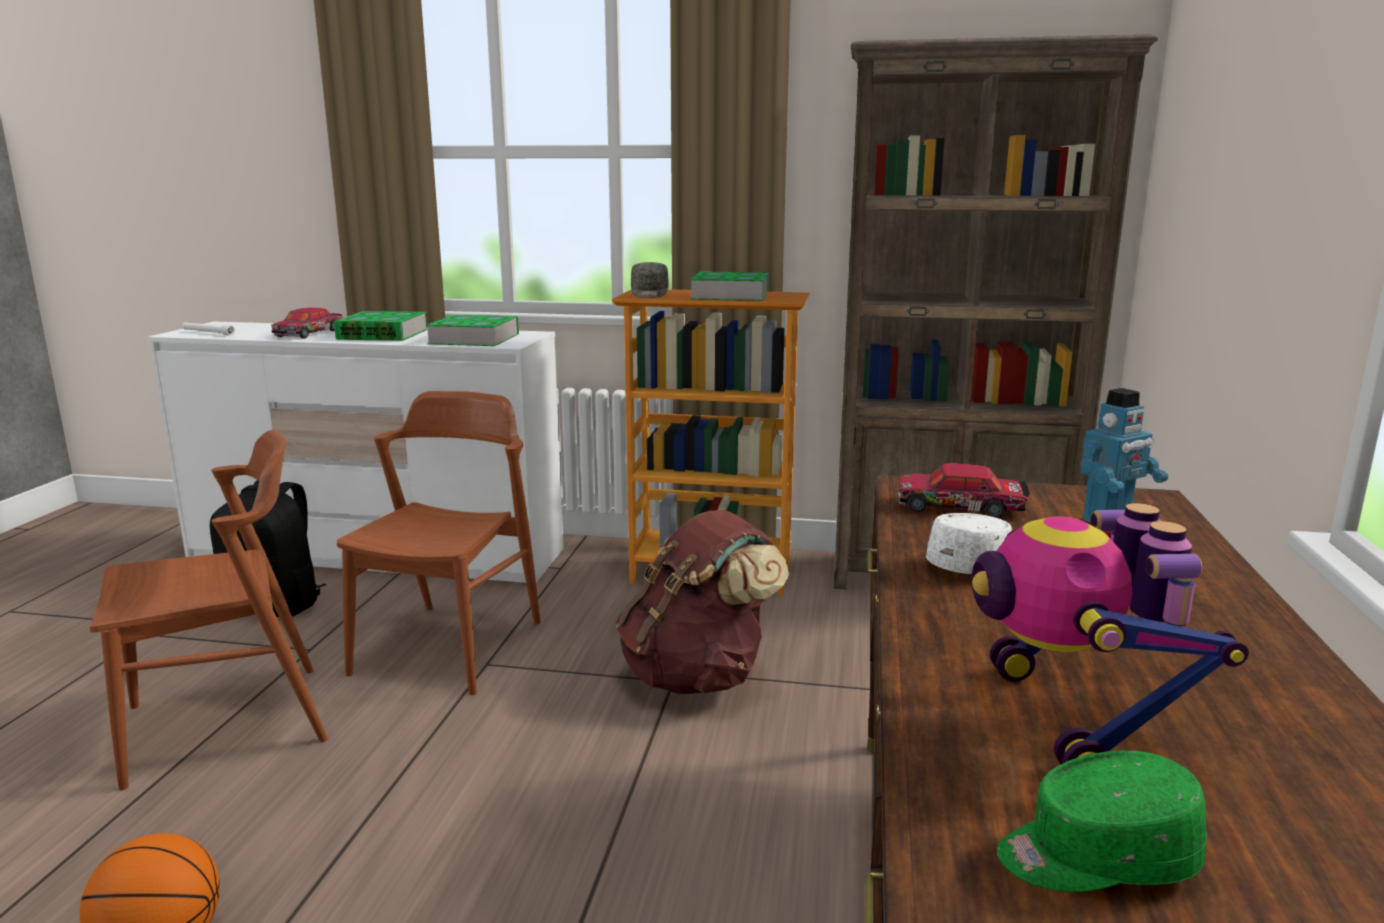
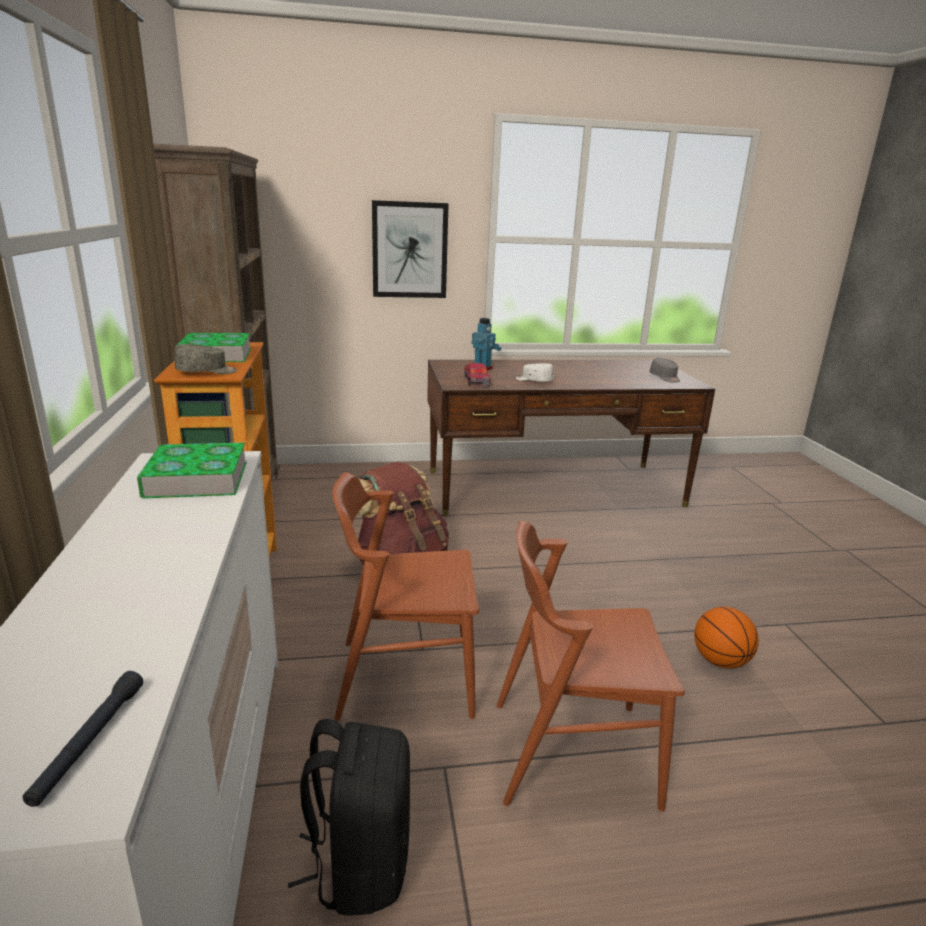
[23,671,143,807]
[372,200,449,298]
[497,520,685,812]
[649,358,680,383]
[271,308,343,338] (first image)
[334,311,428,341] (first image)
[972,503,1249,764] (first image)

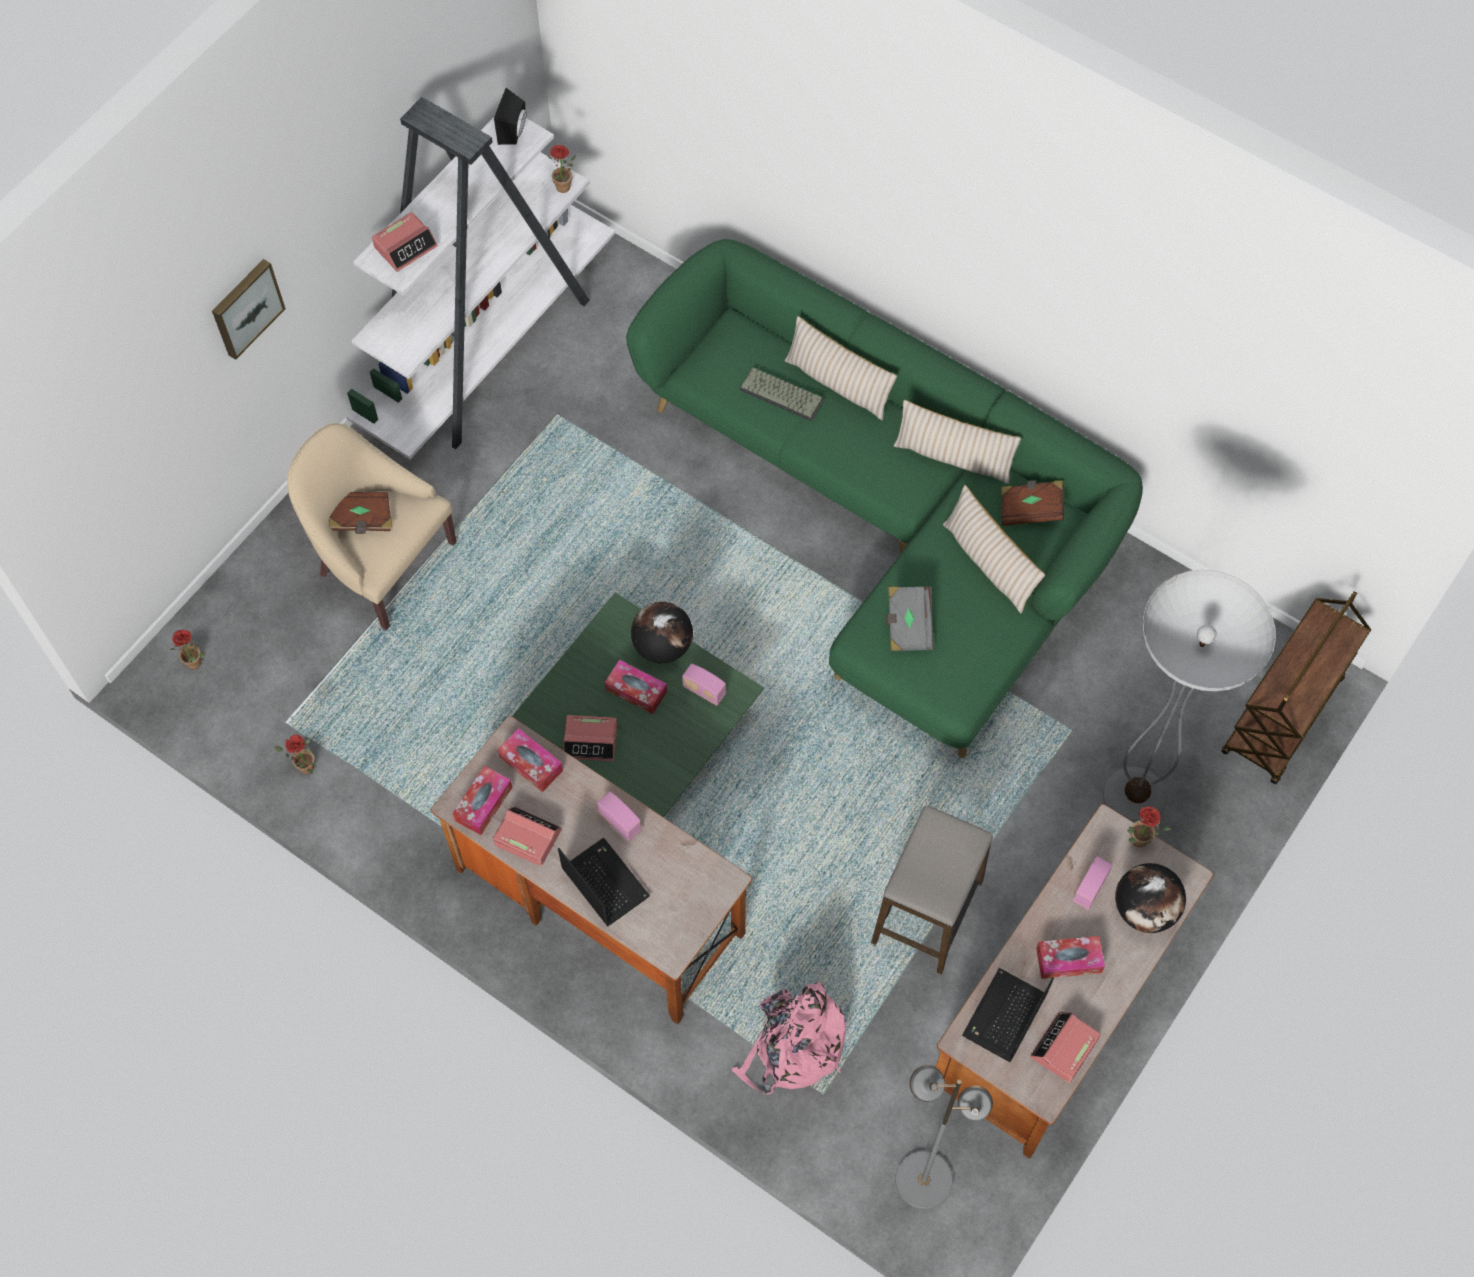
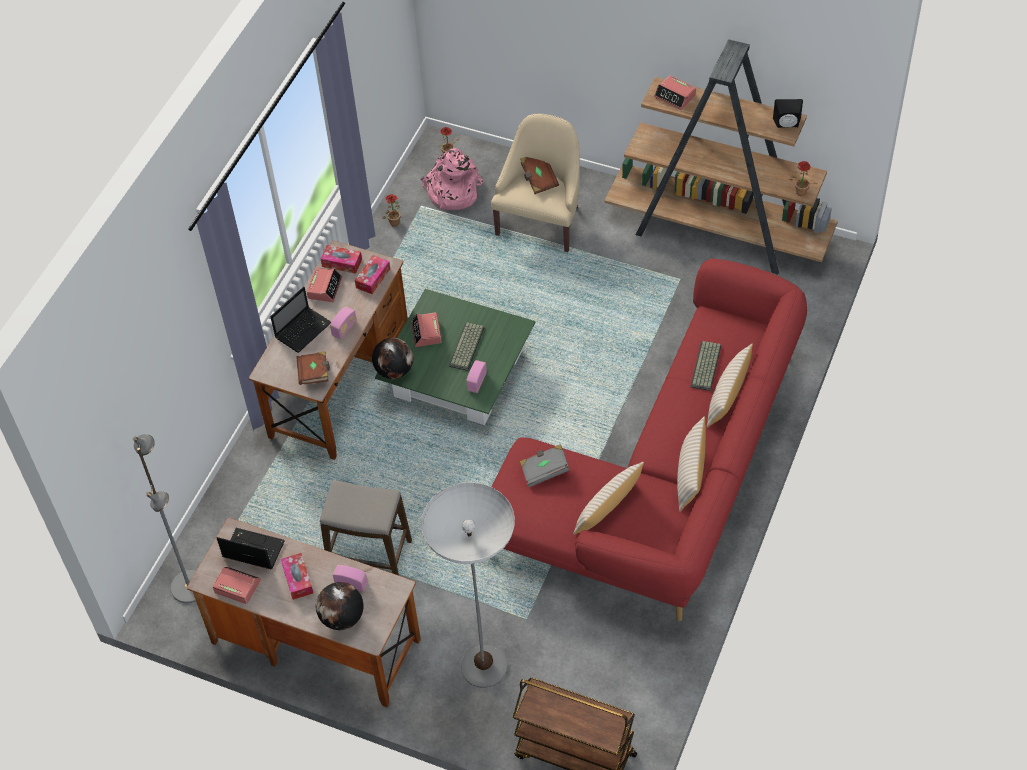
[296,351,330,385]
[372,338,413,379]
[421,148,483,210]
[449,323,485,371]
[491,258,807,621]
[604,39,838,275]
[212,259,286,360] (first image)
[1127,806,1171,847] (first image)

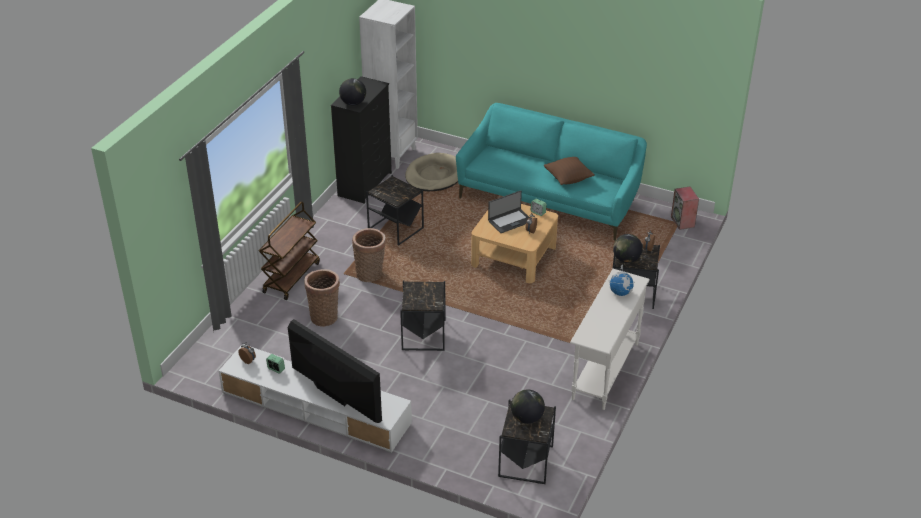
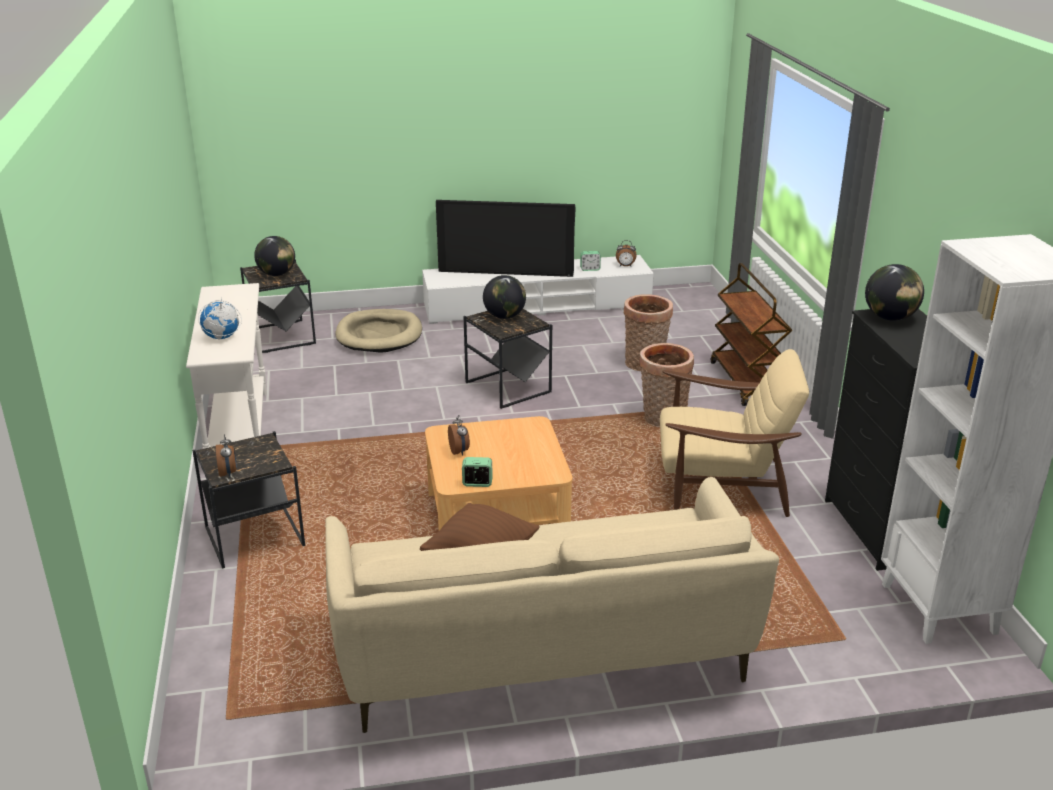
[325,477,779,733]
[335,309,422,353]
[483,275,526,319]
[660,349,809,517]
[488,190,530,233] (first image)
[671,186,699,230] (first image)

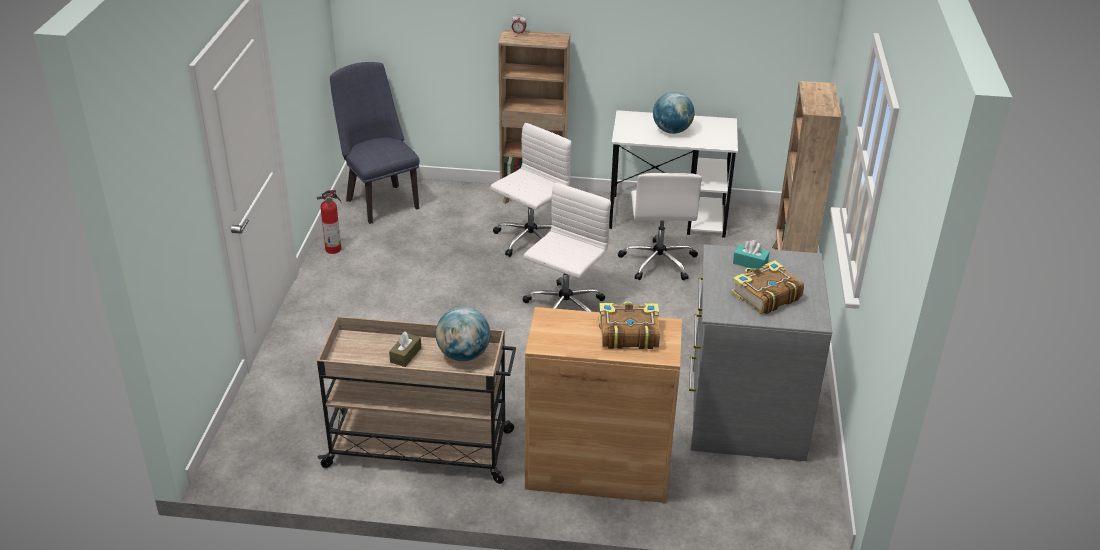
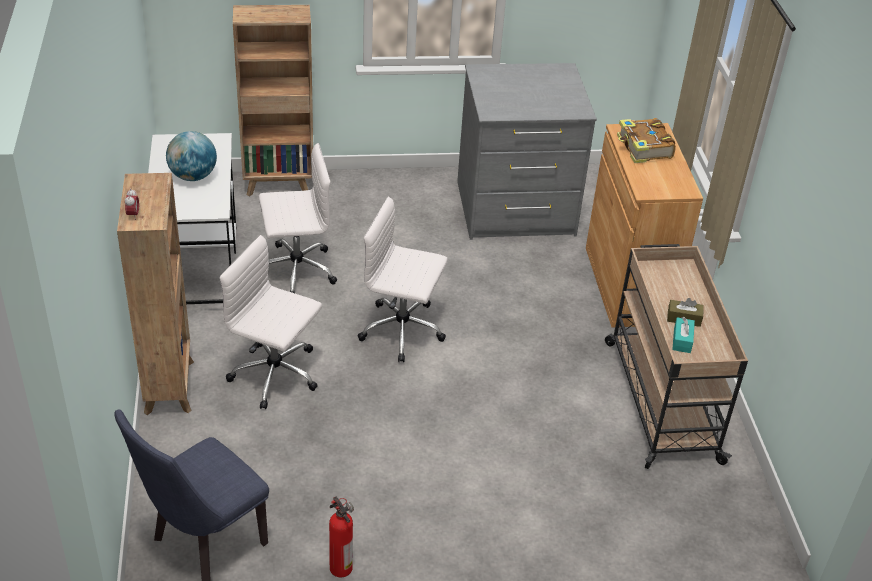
[672,317,695,353]
[436,307,490,361] (first image)
[731,260,804,314] (first image)

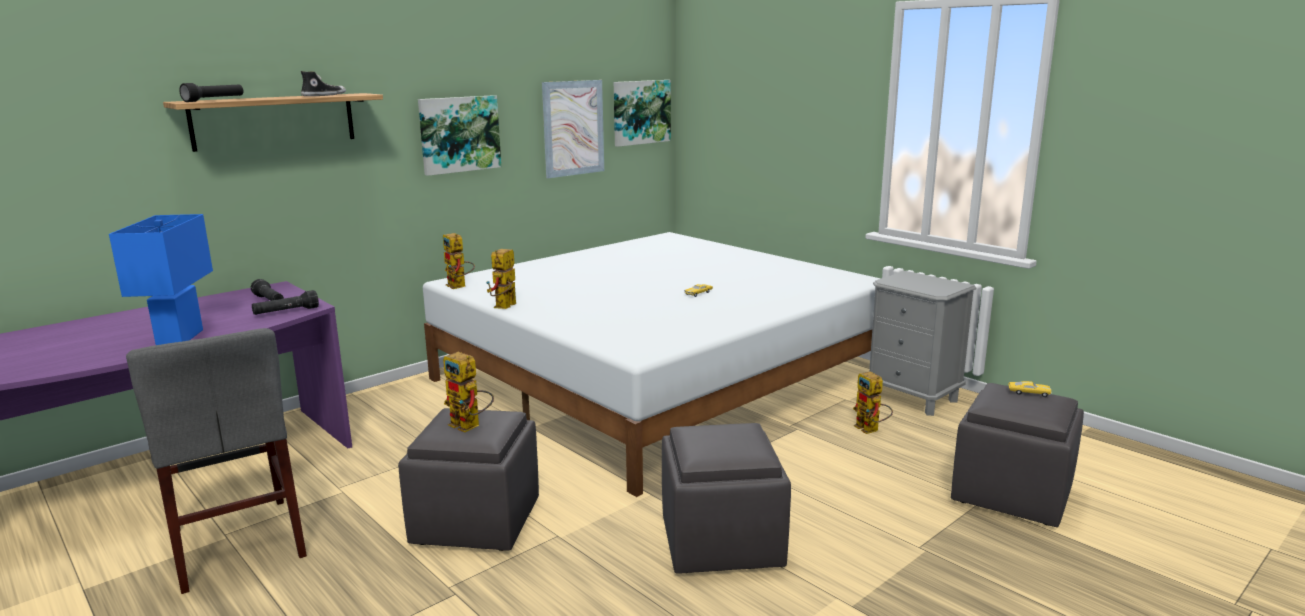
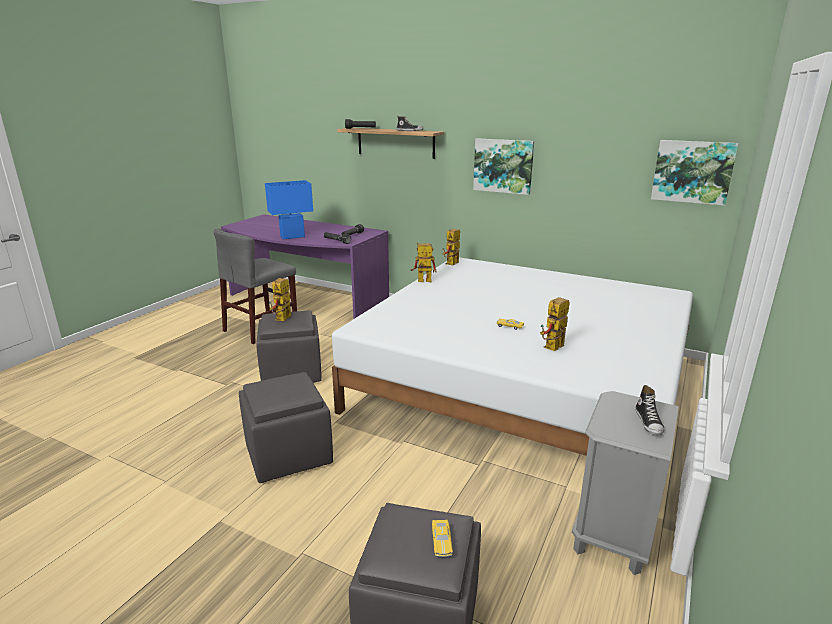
[540,297,570,351]
[635,385,664,435]
[542,80,604,178] (first image)

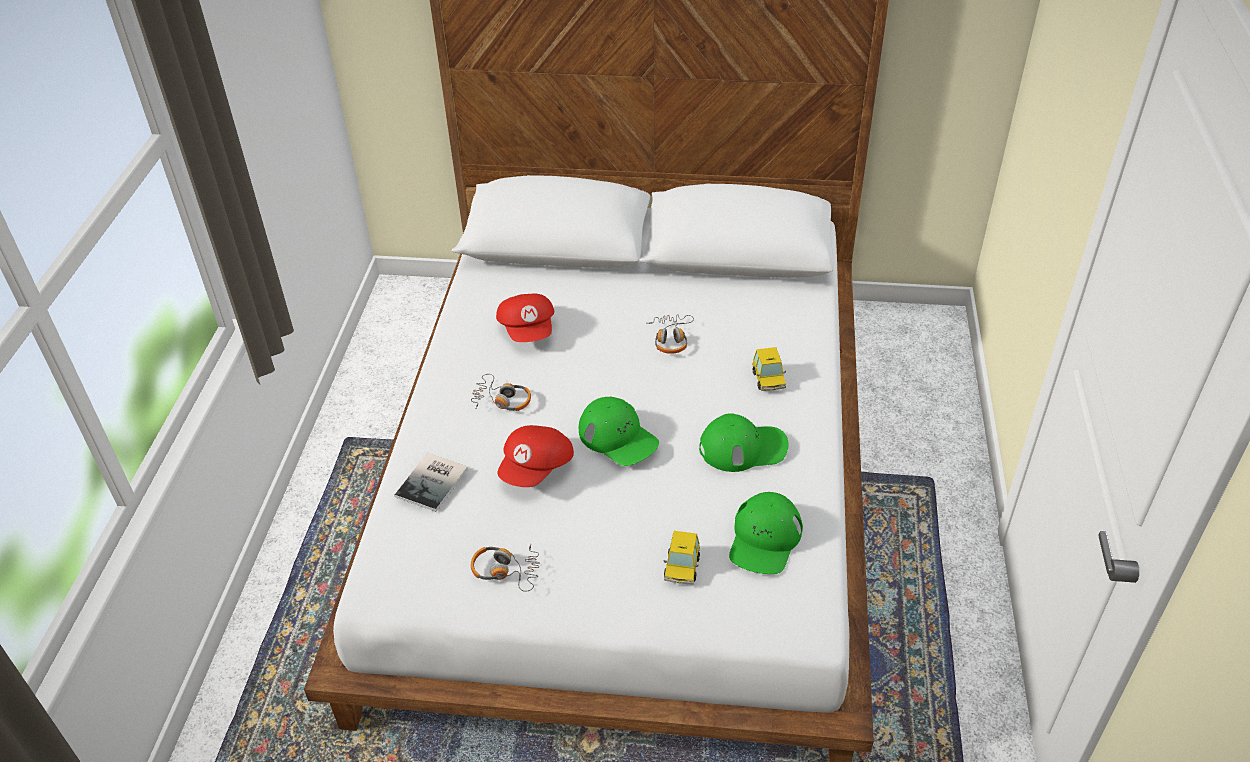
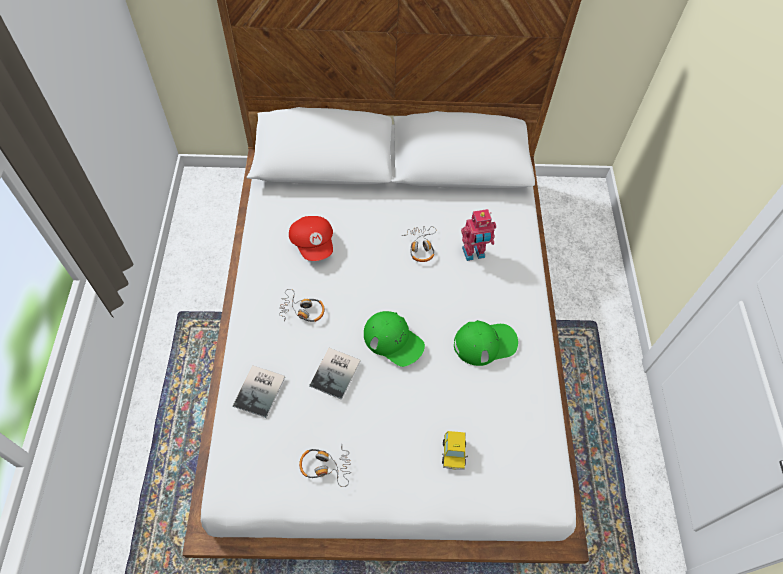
[309,348,360,400]
[461,209,496,261]
[729,492,803,574] (first image)
[752,347,786,391] (first image)

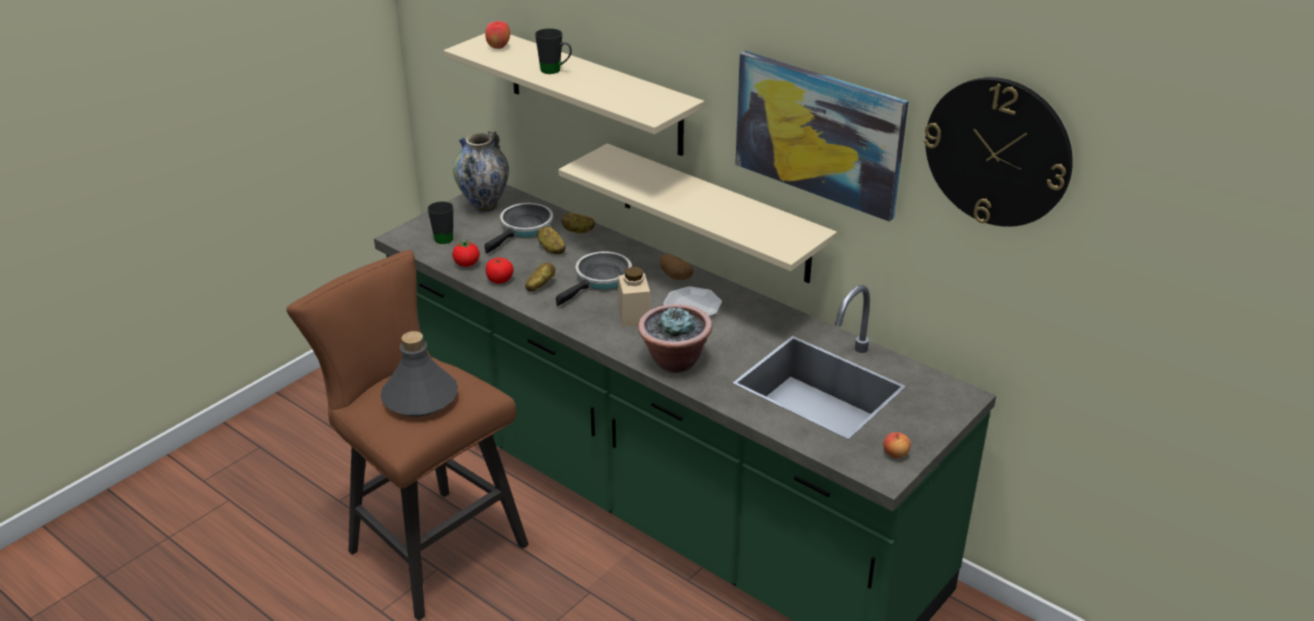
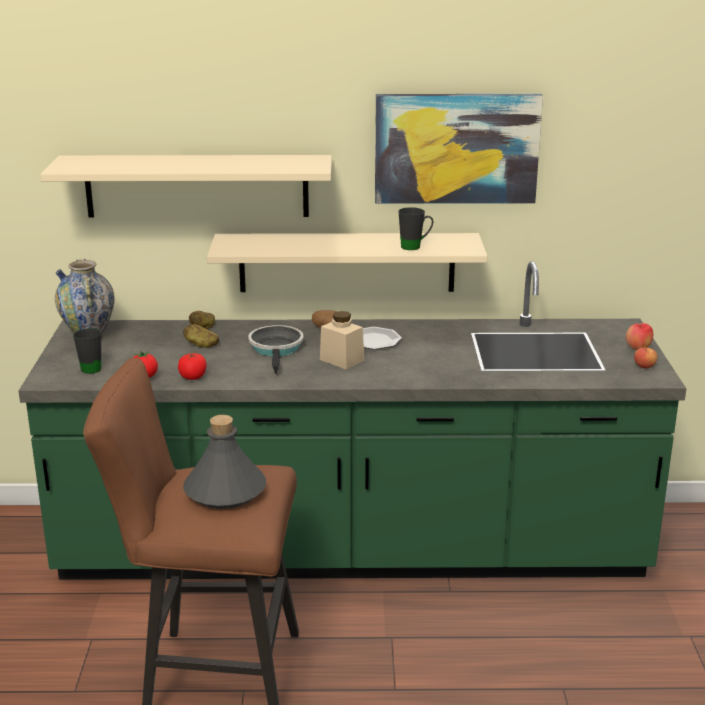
[399,207,433,250]
[626,323,653,351]
[484,203,553,254] (first image)
[525,263,555,292] (first image)
[638,304,712,373] (first image)
[924,77,1073,227] (first image)

